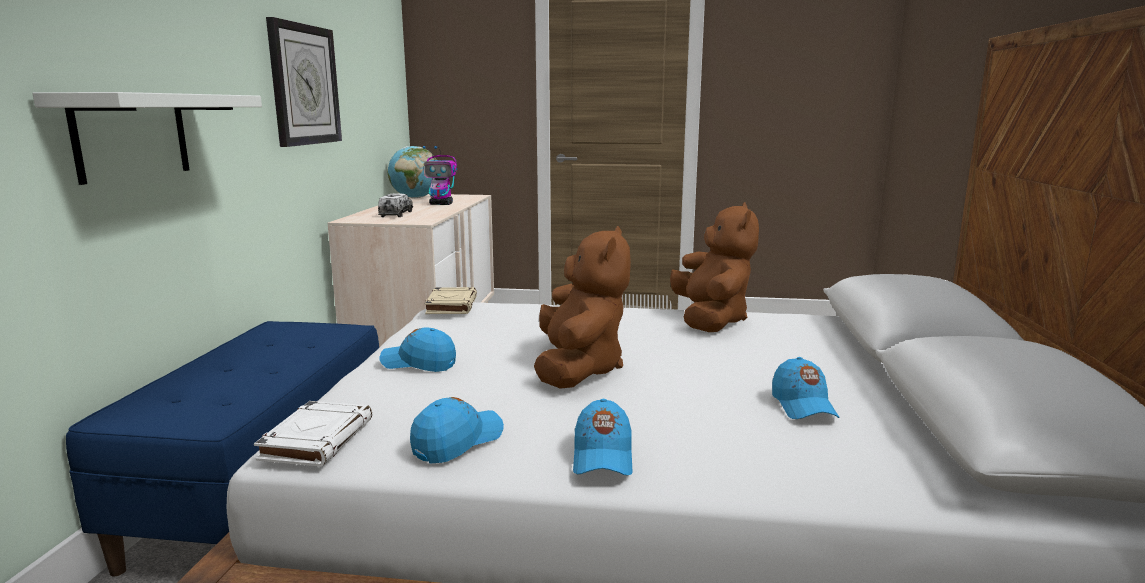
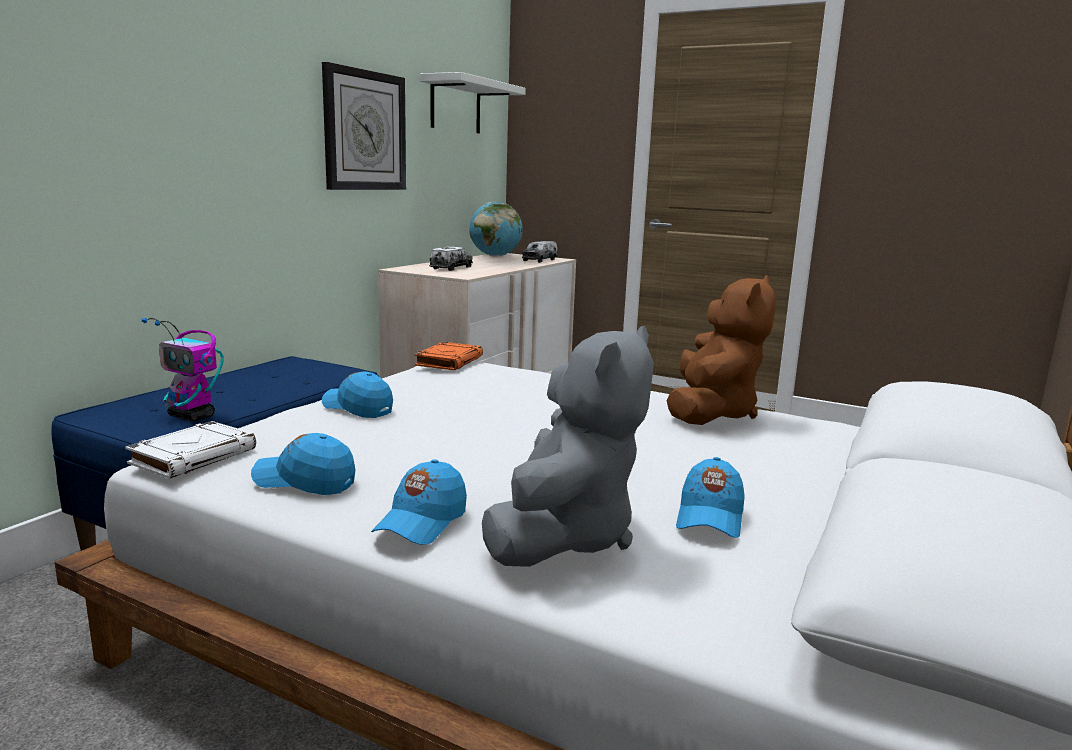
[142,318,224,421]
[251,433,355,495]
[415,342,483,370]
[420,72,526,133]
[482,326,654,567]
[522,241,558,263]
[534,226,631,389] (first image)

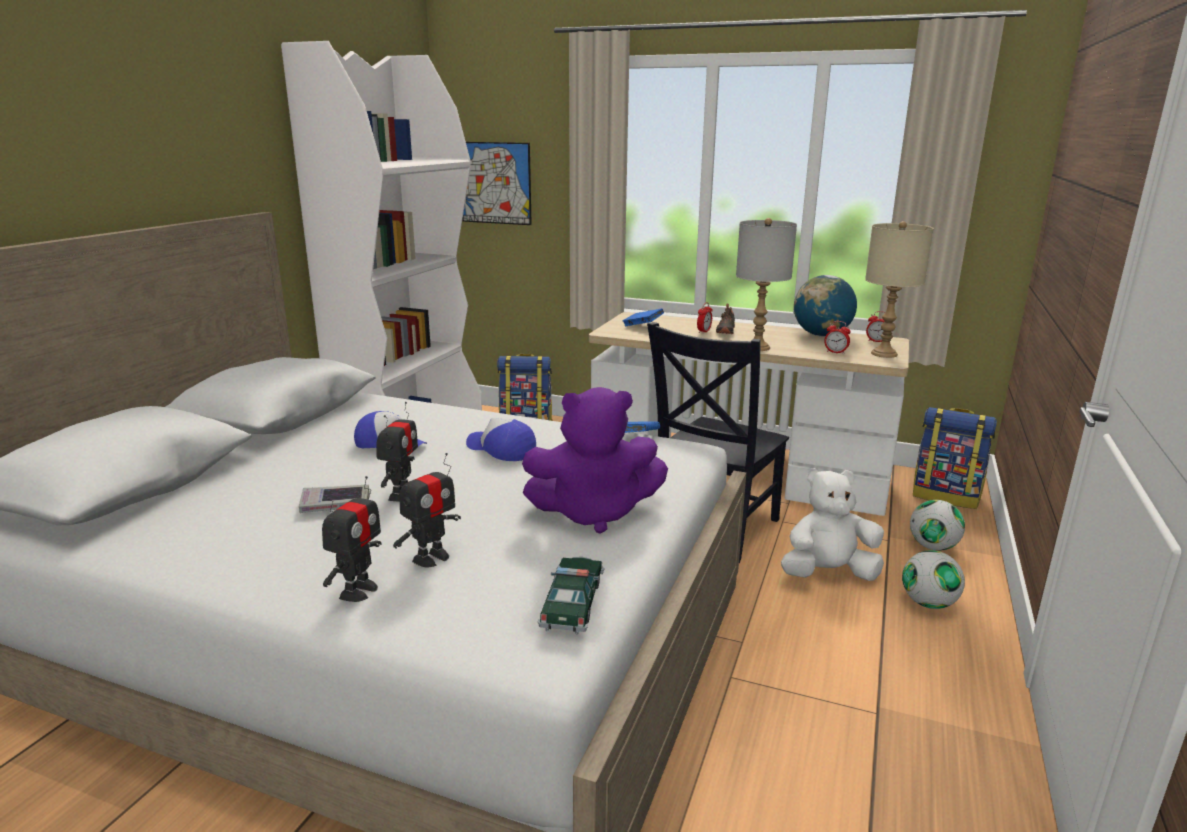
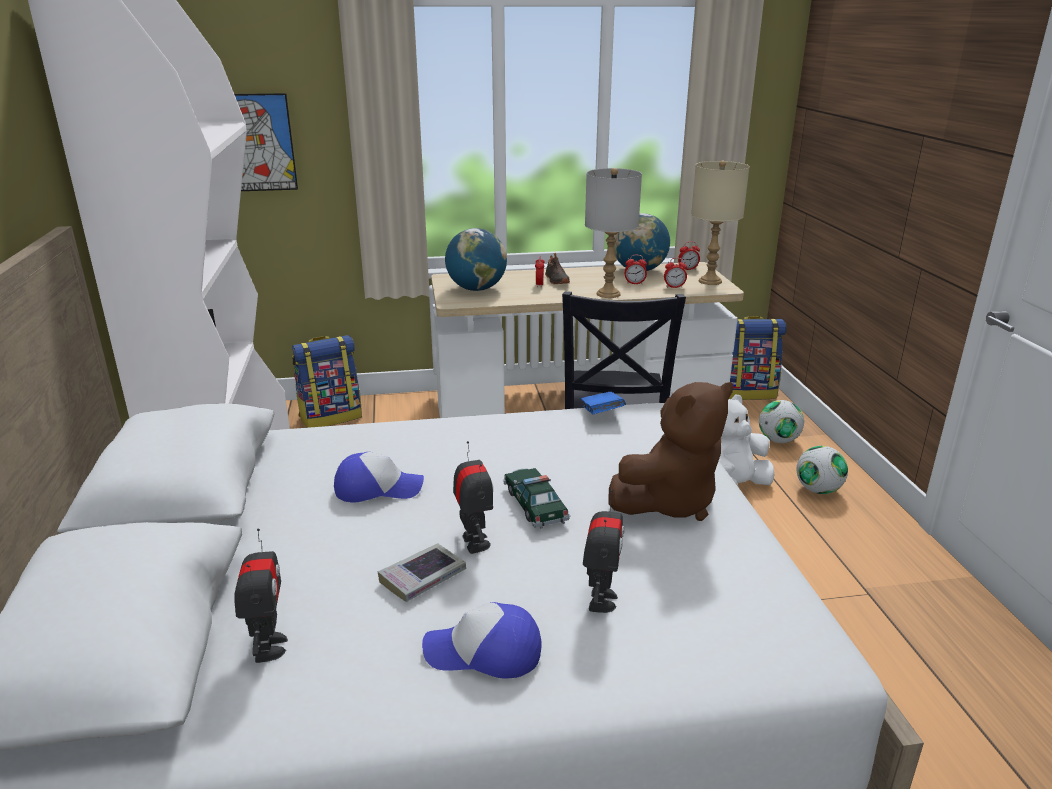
[234,528,288,663]
[422,602,542,679]
[445,228,507,291]
[503,468,570,529]
[609,382,733,521]
[625,255,647,284]

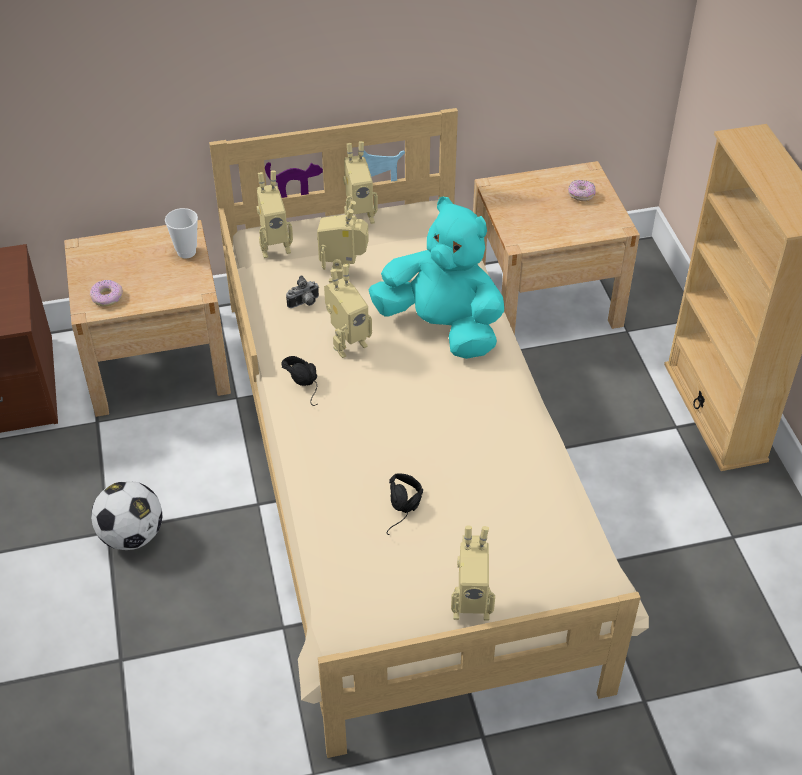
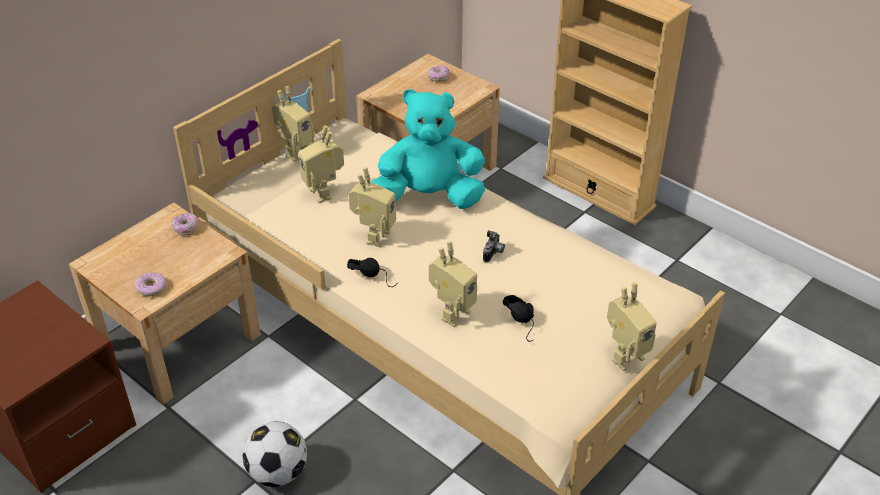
[171,213,198,236]
[429,241,477,327]
[483,230,505,262]

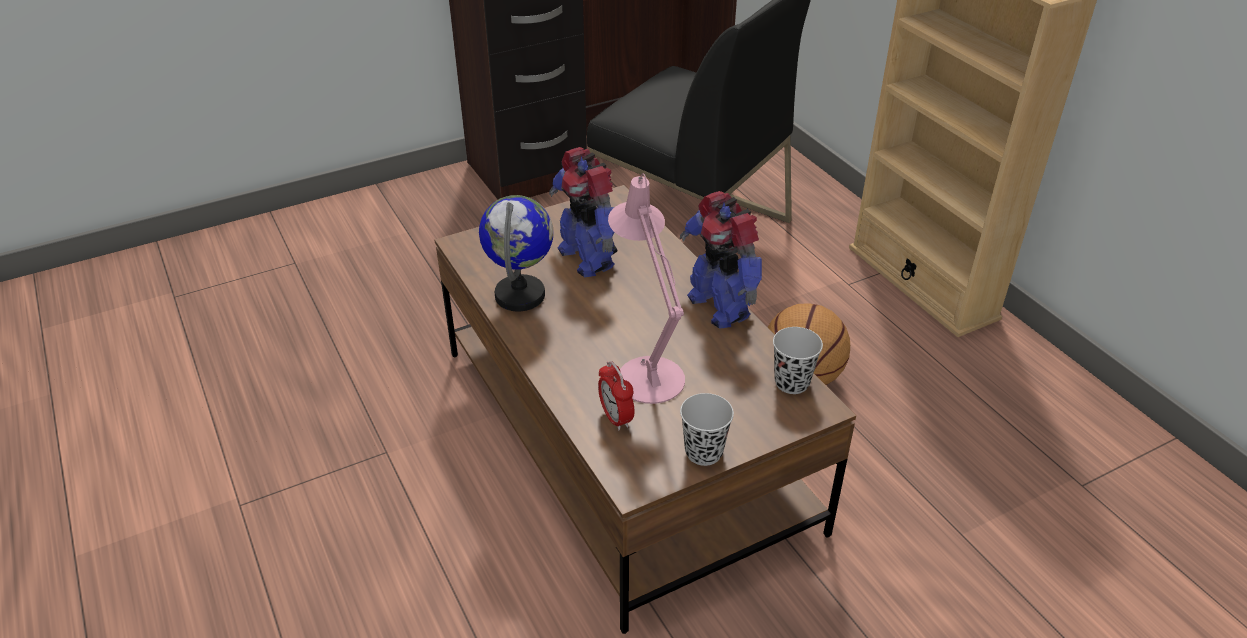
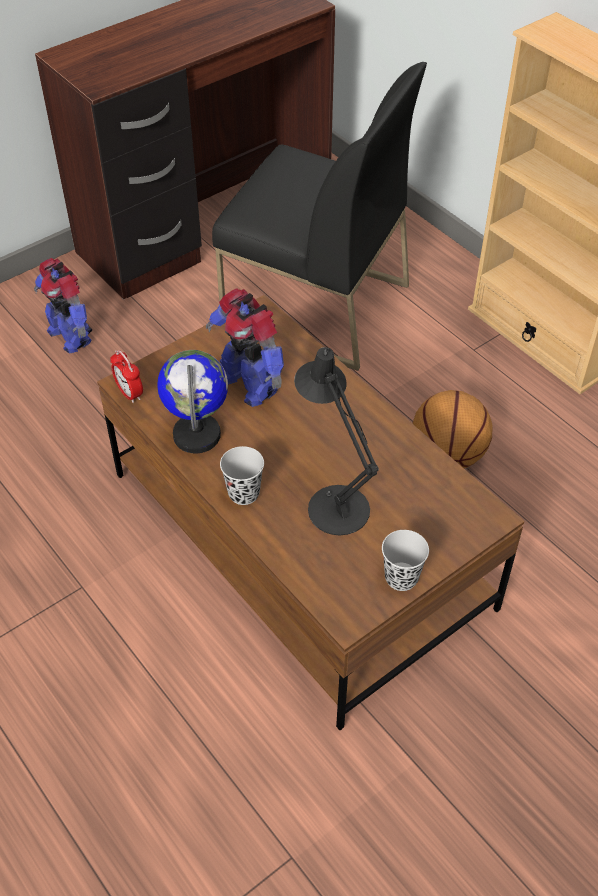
[34,258,92,353]
[110,350,143,403]
[220,446,264,505]
[294,347,379,535]

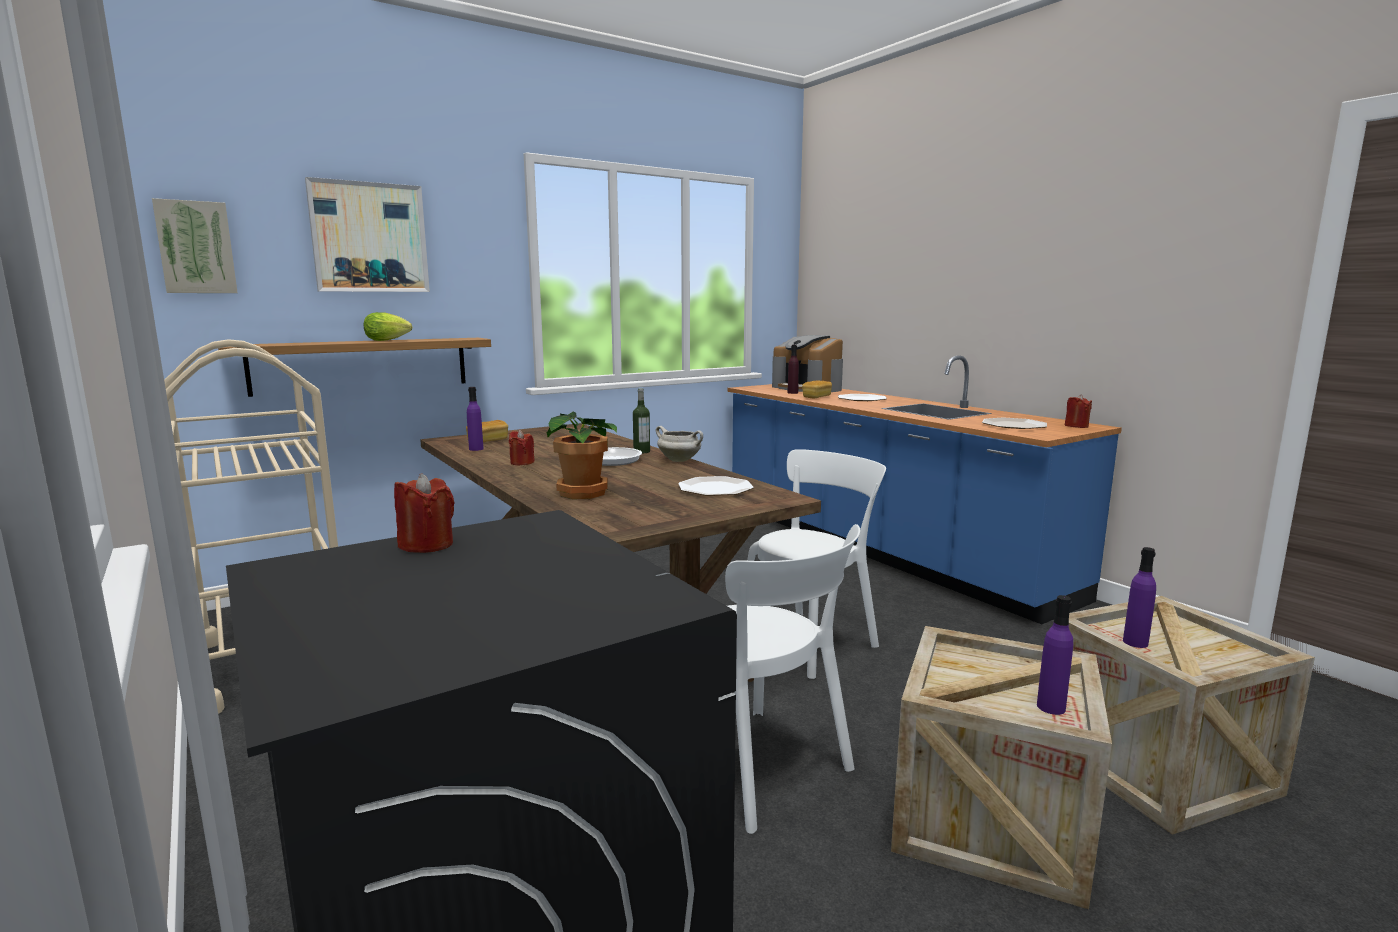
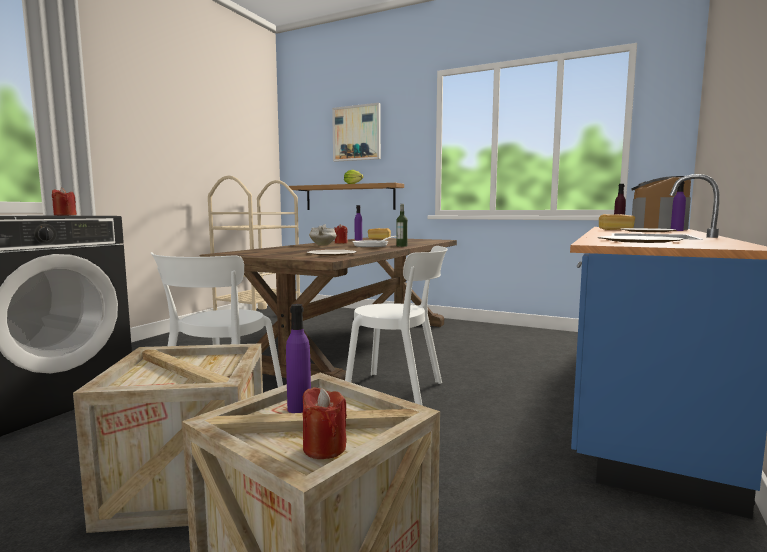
[303,387,347,459]
[309,224,337,246]
[671,181,686,231]
[152,198,238,293] (first image)
[547,411,617,499] (first image)

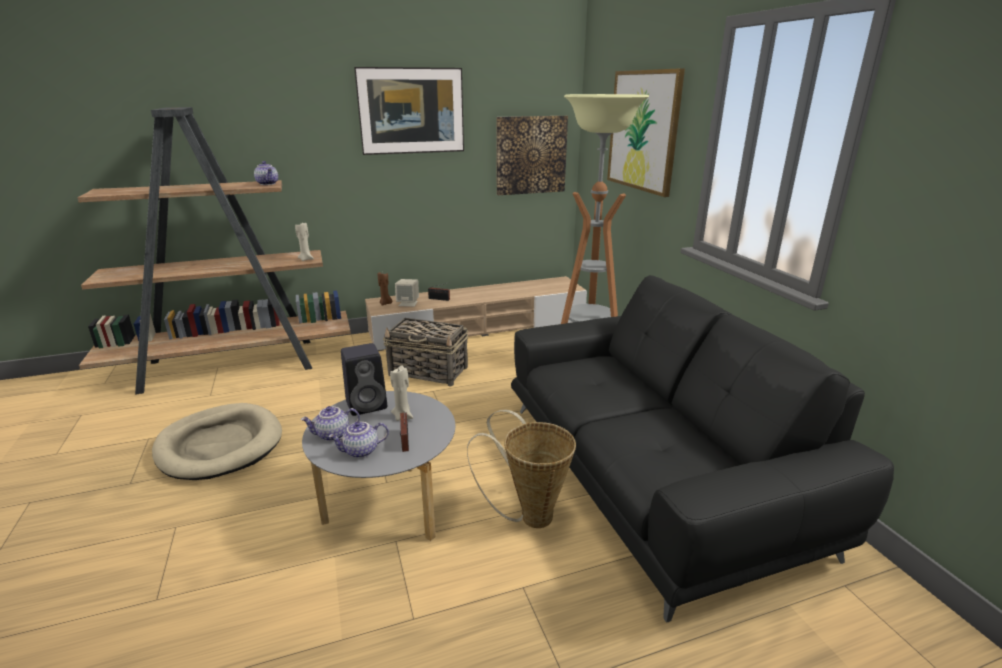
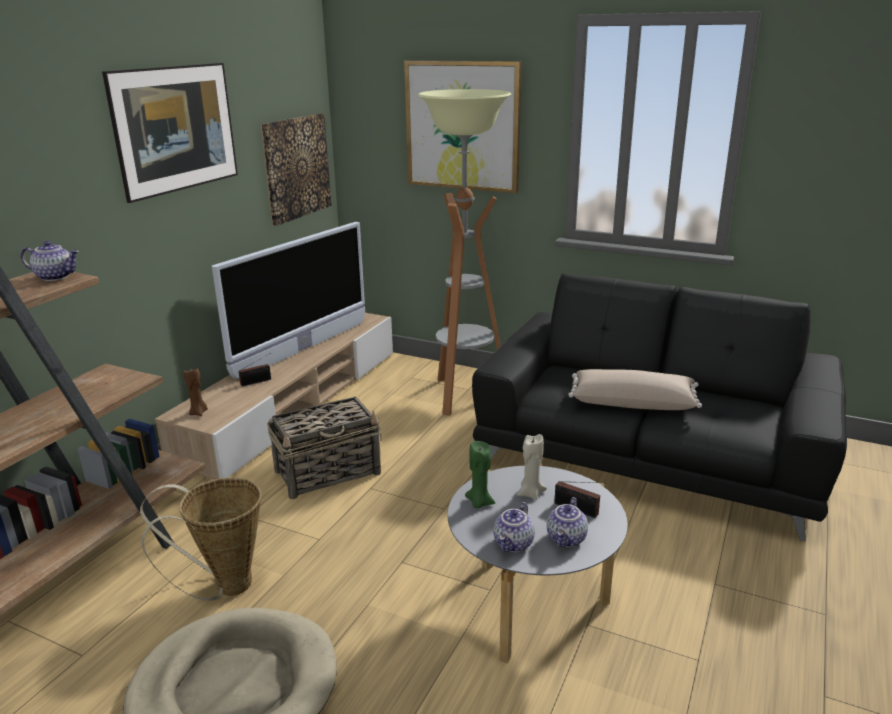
[140,477,261,601]
[212,222,365,379]
[465,441,495,509]
[568,369,702,410]
[295,222,314,261] (first image)
[395,279,419,307] (first image)

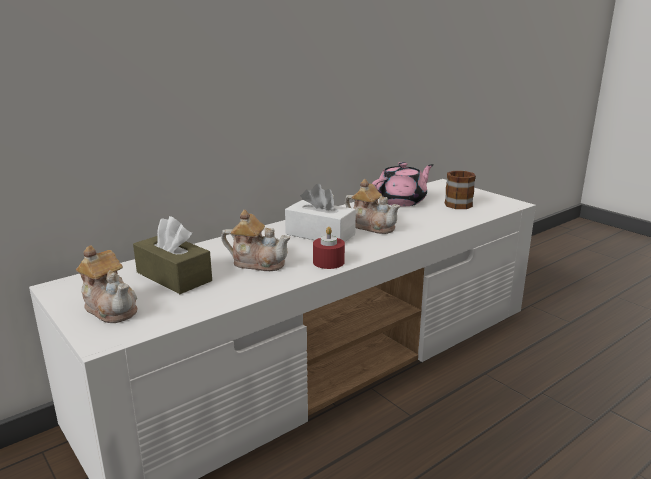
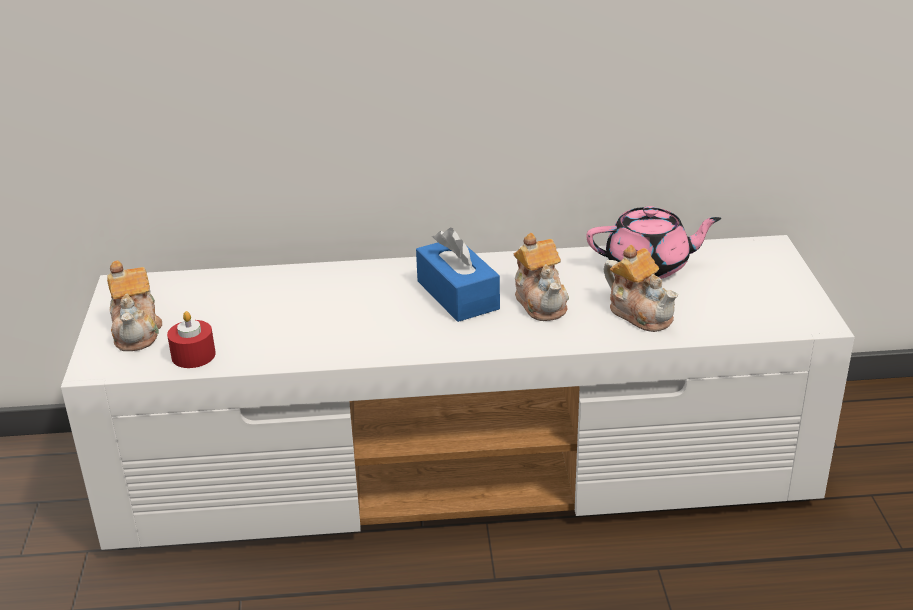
[167,311,216,368]
[416,228,500,322]
[603,245,678,332]
[133,216,212,294] (first image)
[445,171,476,209] (first image)

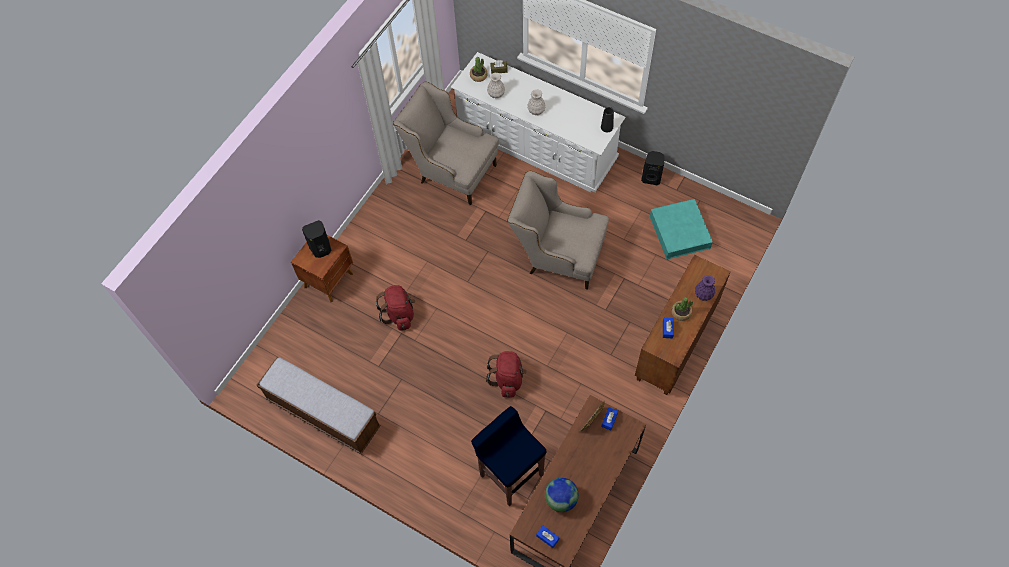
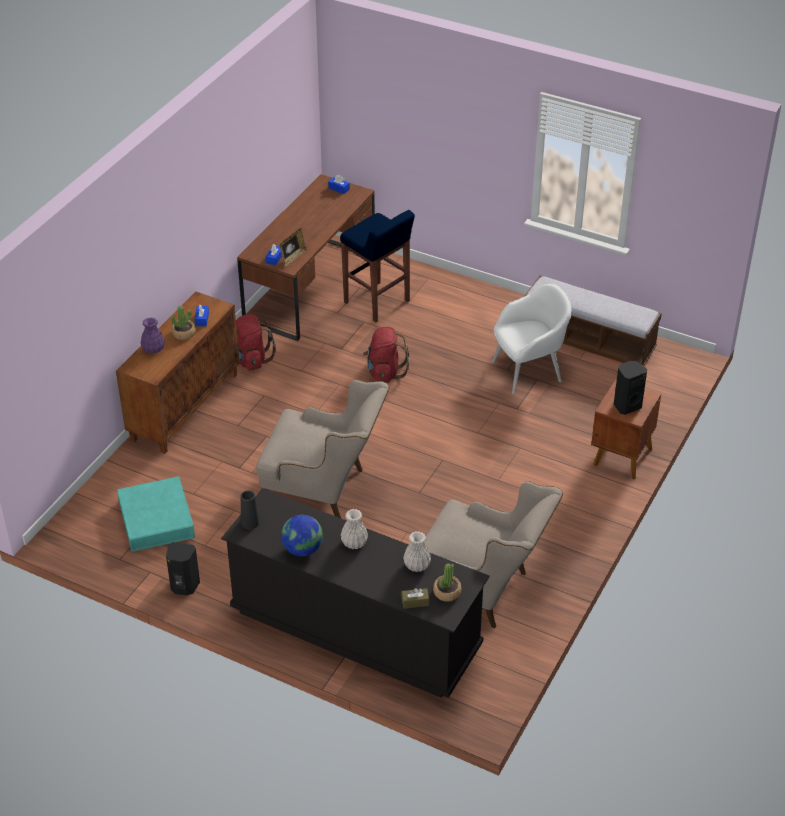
[221,488,490,698]
[236,314,276,371]
[281,515,323,556]
[492,284,572,394]

